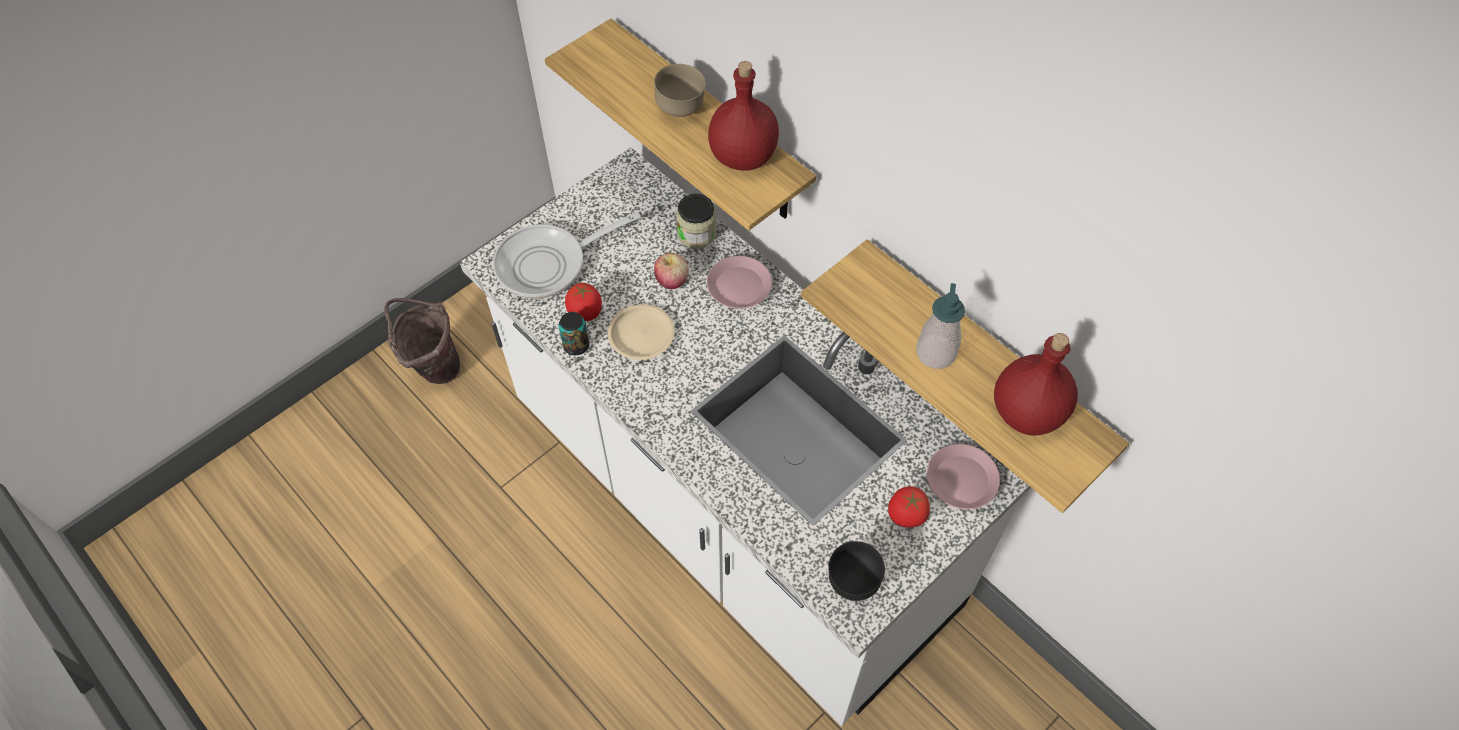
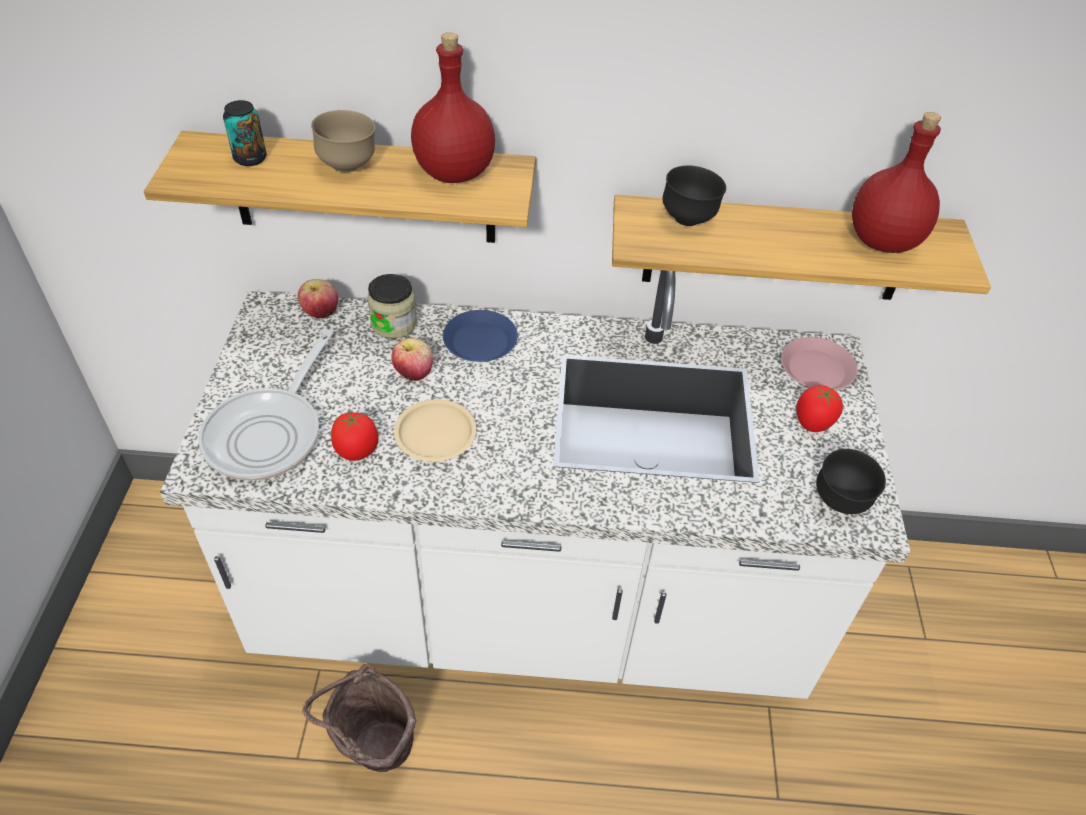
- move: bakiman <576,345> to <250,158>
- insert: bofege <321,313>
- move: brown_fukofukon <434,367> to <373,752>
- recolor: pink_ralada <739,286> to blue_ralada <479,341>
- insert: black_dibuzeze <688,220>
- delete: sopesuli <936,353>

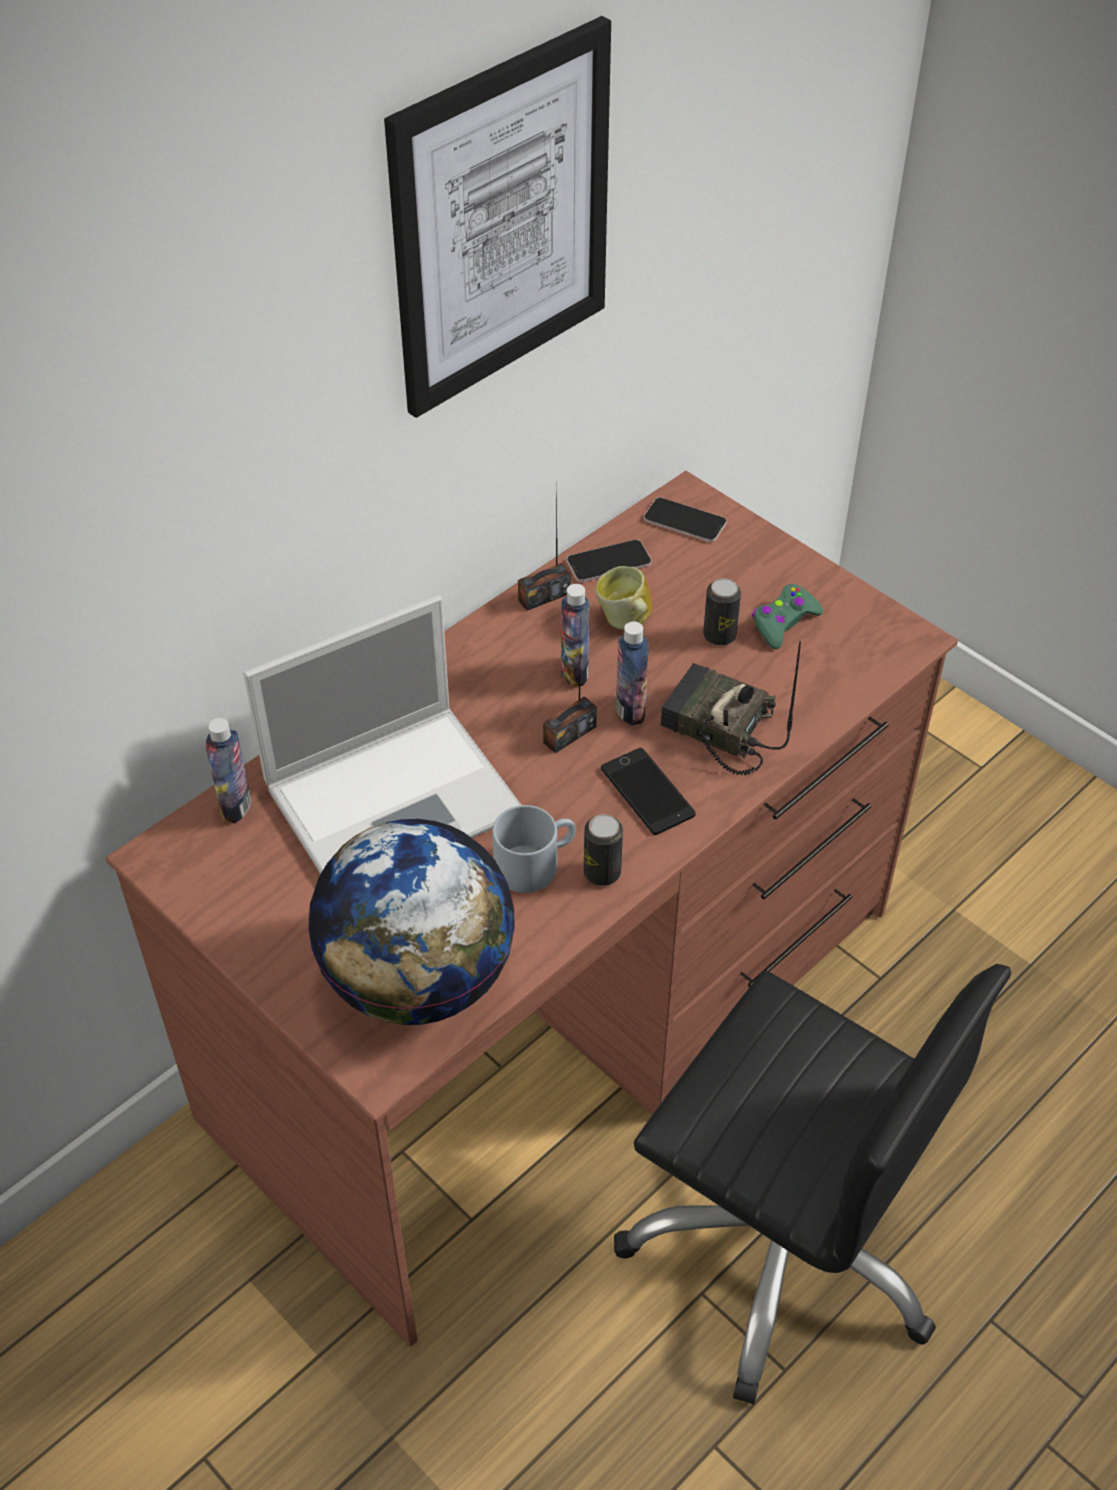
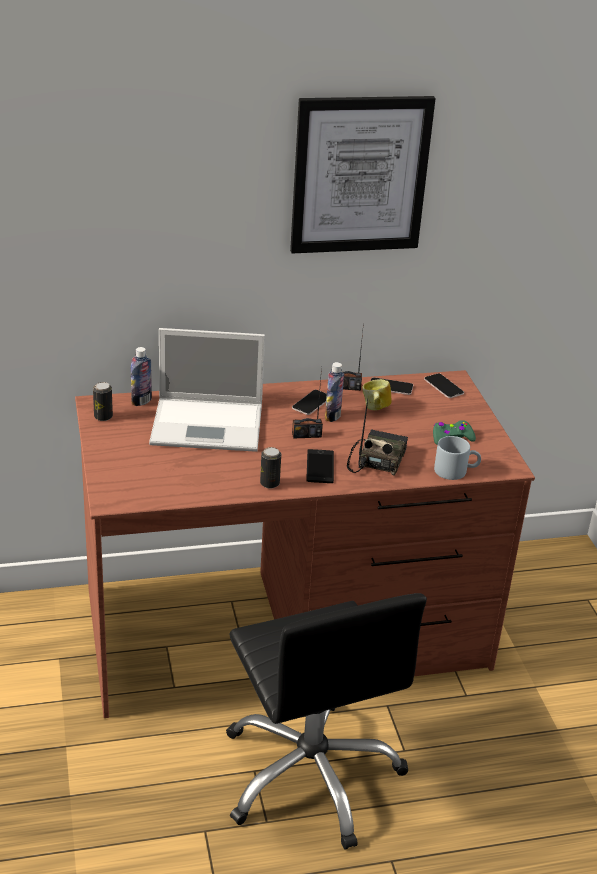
- move: bakiman <719,635> to <103,417>
- insert: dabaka <311,403>
- rotate: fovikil <717,729> = <376,460> 45 degrees clockwise
- move: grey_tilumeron <535,862> to <456,471>
- delete: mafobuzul <417,979>
- delete: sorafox <630,710>

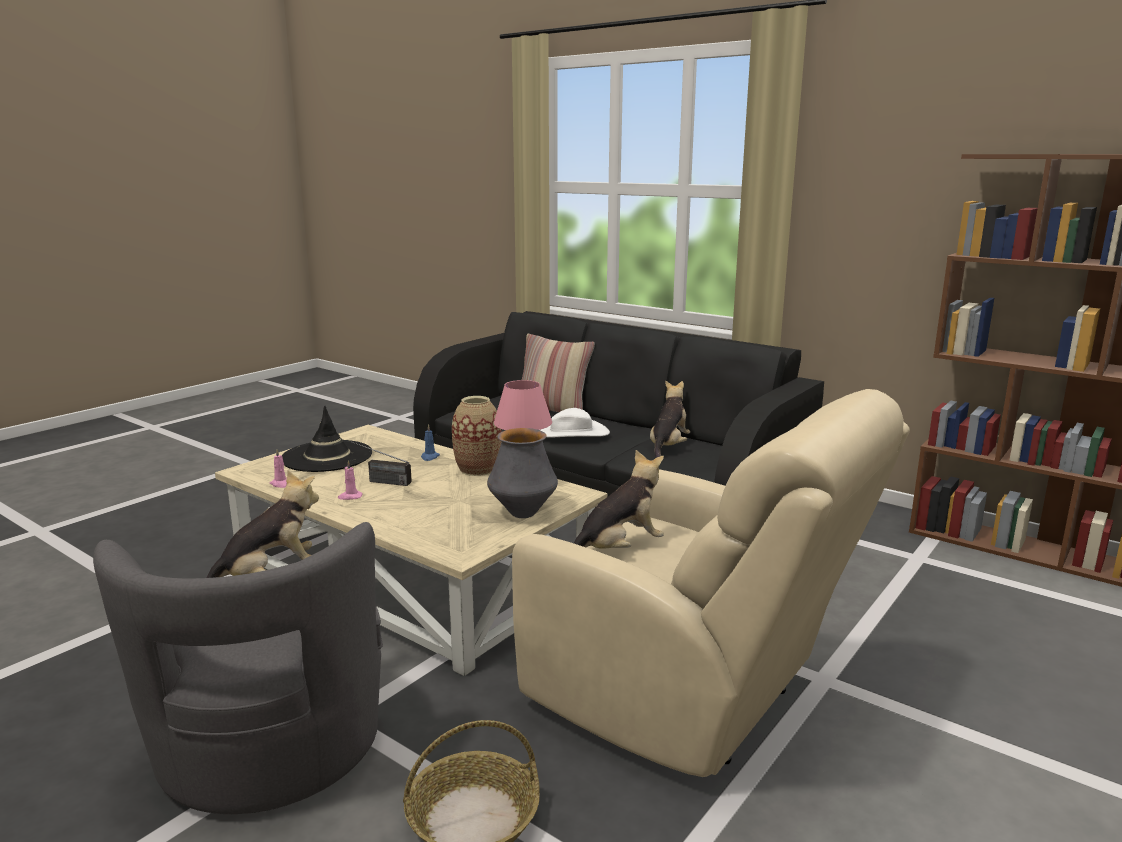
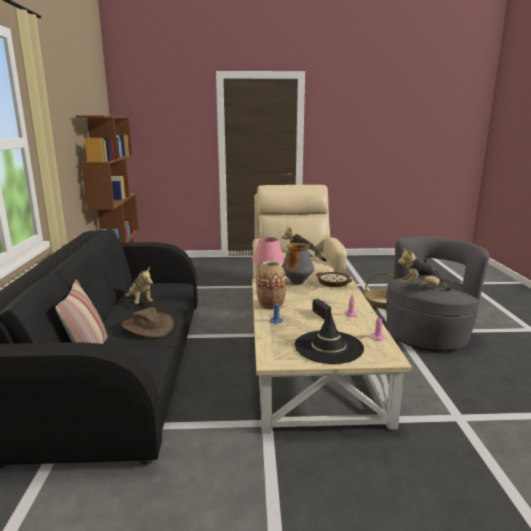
- recolor: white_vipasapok <571,433> to brown_vipasapok <147,327>
- rotate: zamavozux <668,447> = <140,302> 105 degrees counterclockwise
- insert: dibuzeze <333,282>

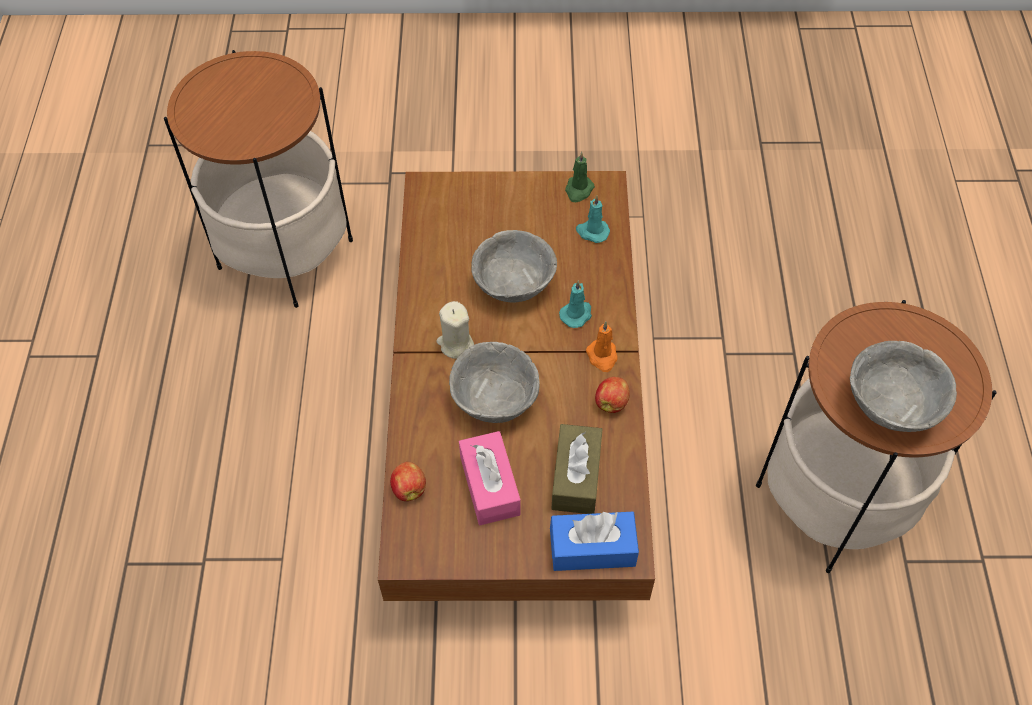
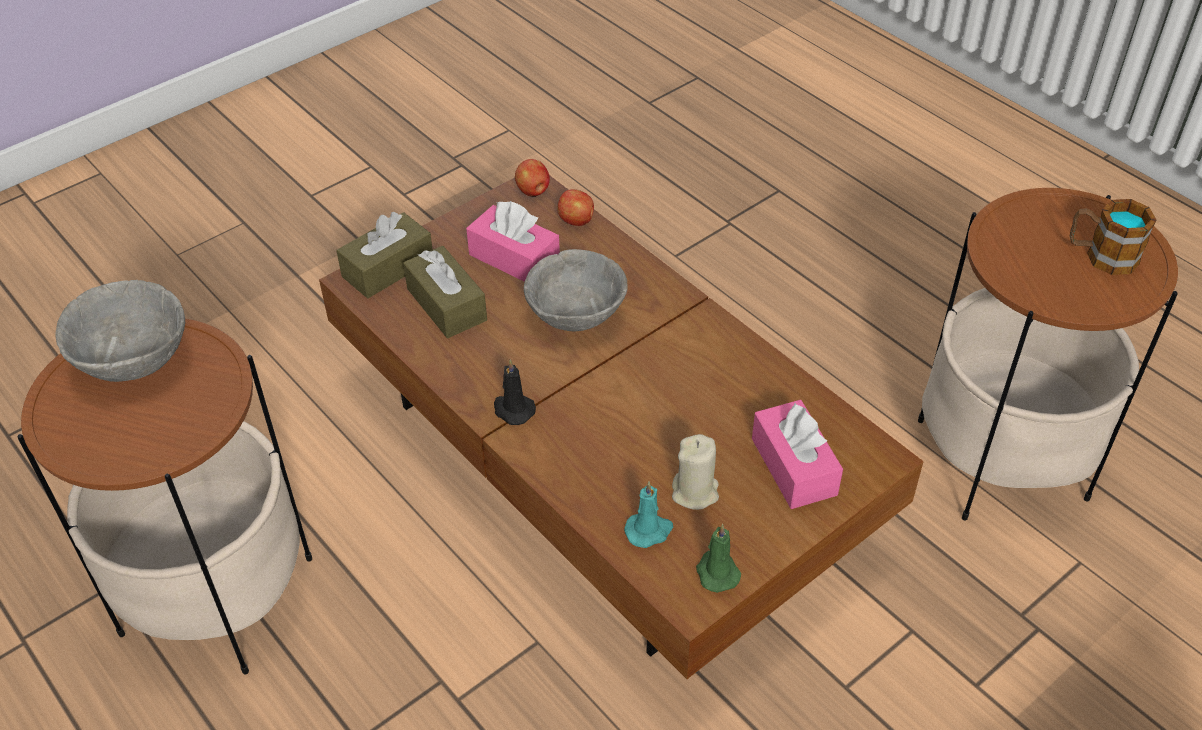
- recolor: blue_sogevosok <592,548> to brown_sogevosok <388,268>
- recolor: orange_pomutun <602,357> to black_pomutun <513,410>
- move: bofege <611,402> to <533,191>
- move: beige_pomutun <455,344> to <695,492>
- insert: pink_sogevosok <794,466>
- insert: tilumeron <1101,255>
- delete: grey_dibuzeze <515,285>
- delete: turquoise_pomutun <576,314>

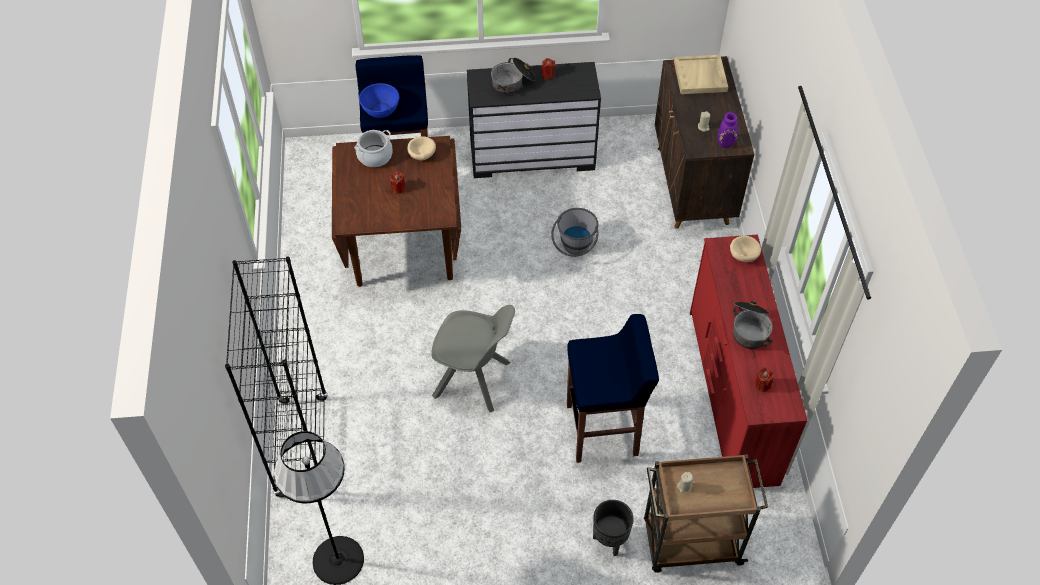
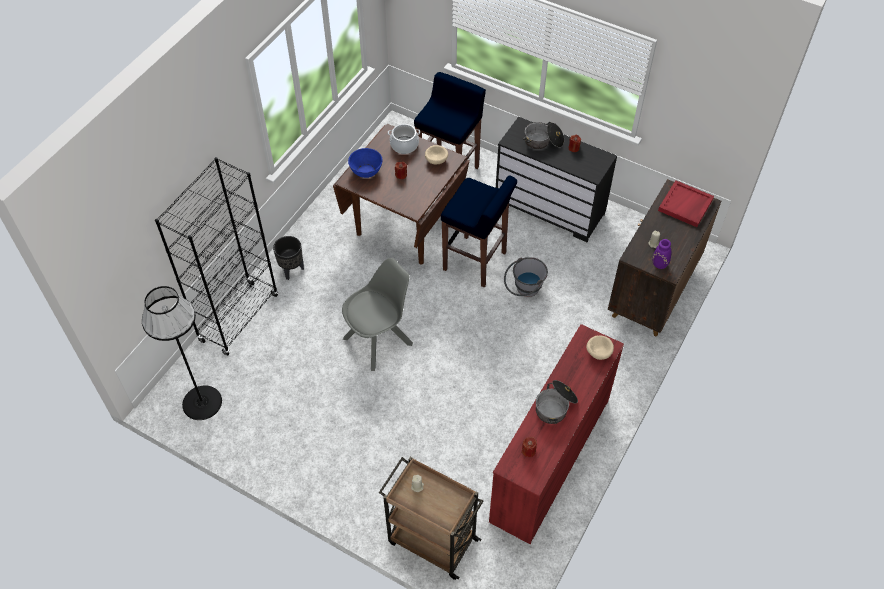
- move: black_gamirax <609,540> to <291,270>
- rotate: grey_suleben <474,380> = <379,340> 90 degrees counterclockwise
- move: blue_dibuzeze <380,110> to <366,170>
- move: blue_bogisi <603,430> to <475,262>
- recolor: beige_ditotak <700,76> to red_ditotak <685,205>

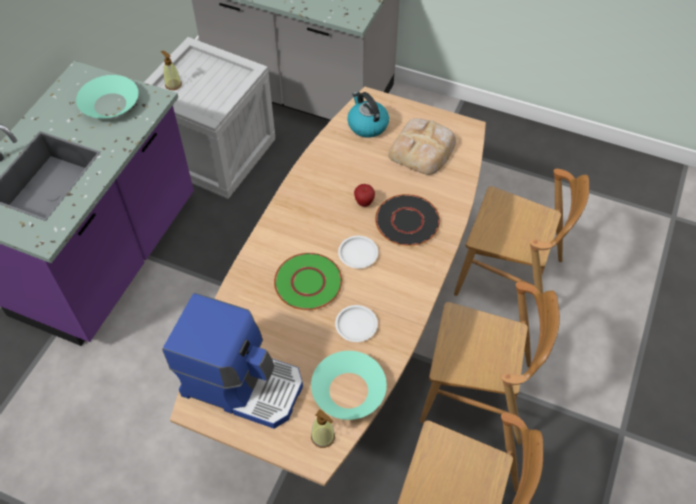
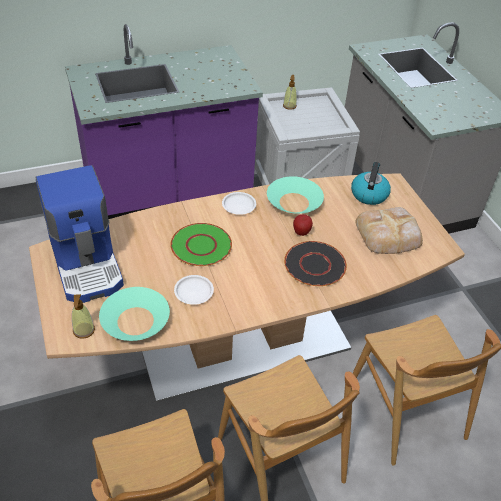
- move: white_ralada <358,254> to <239,205>
- move: turquoise_dibuzeze <110,104> to <294,202>

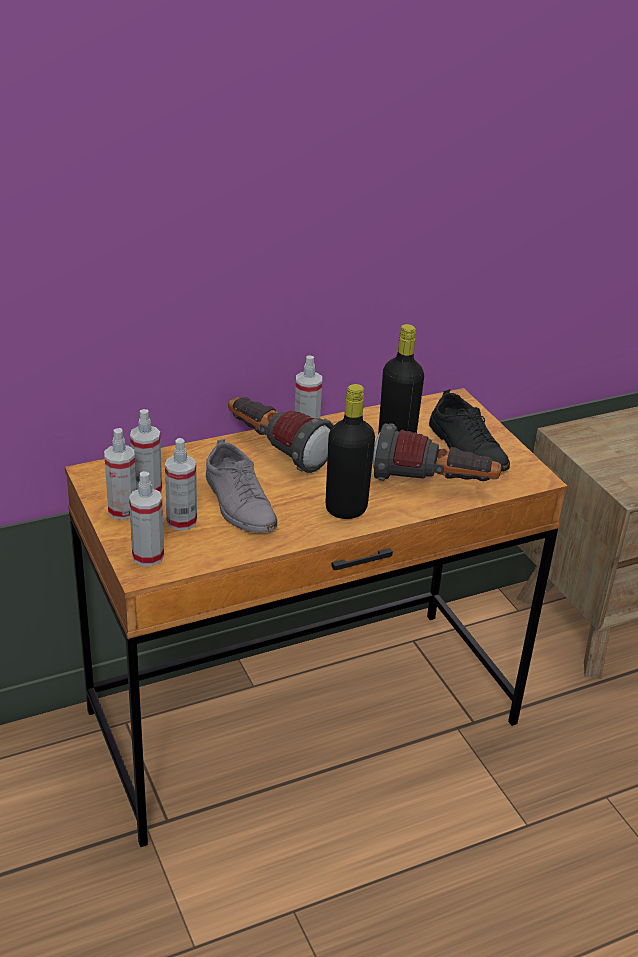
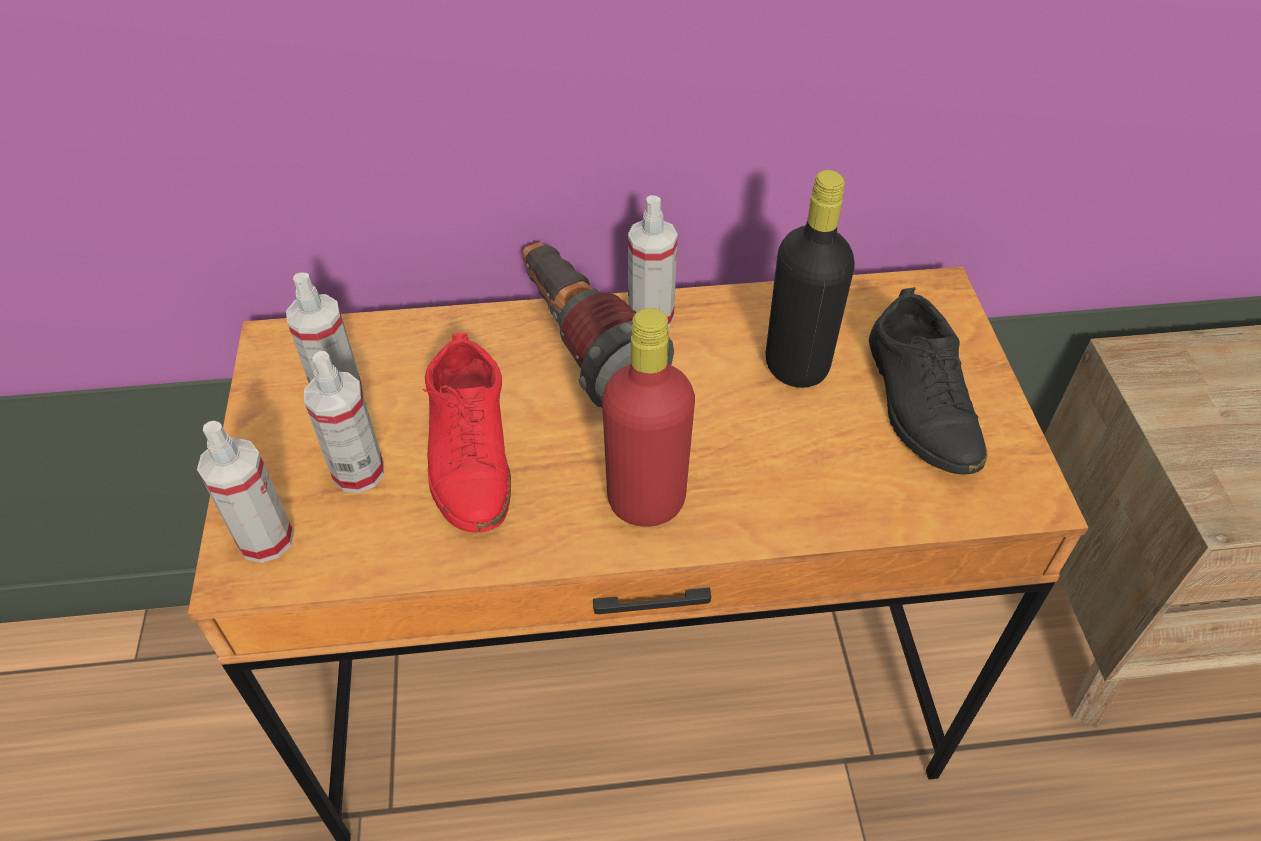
- recolor: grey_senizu <239,503> to red_senizu <470,451>
- recolor: black_sorafox <346,509> to red_sorafox <646,501>
- delete: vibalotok <122,511>
- delete: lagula <433,484>

